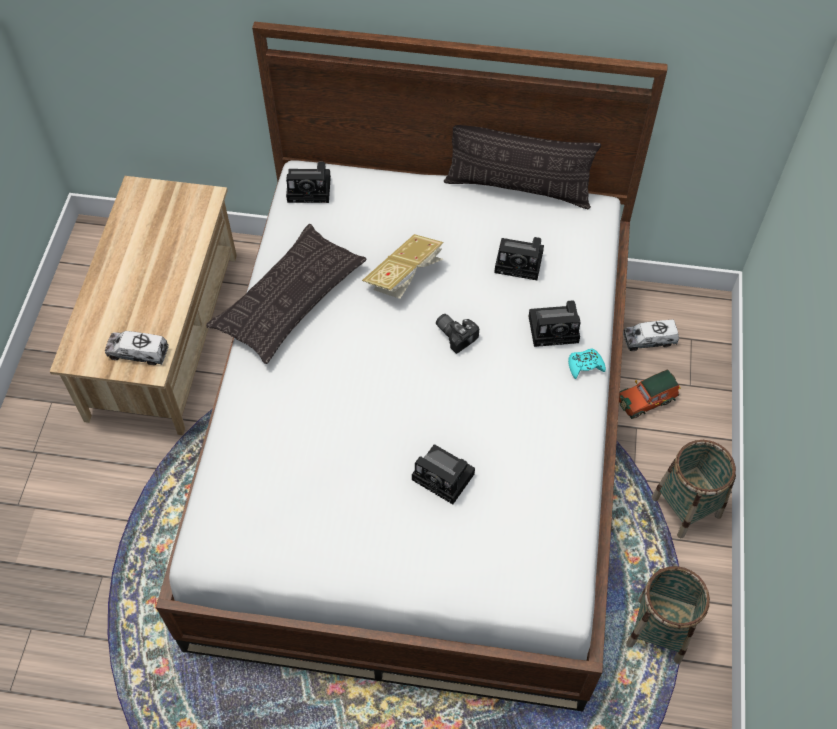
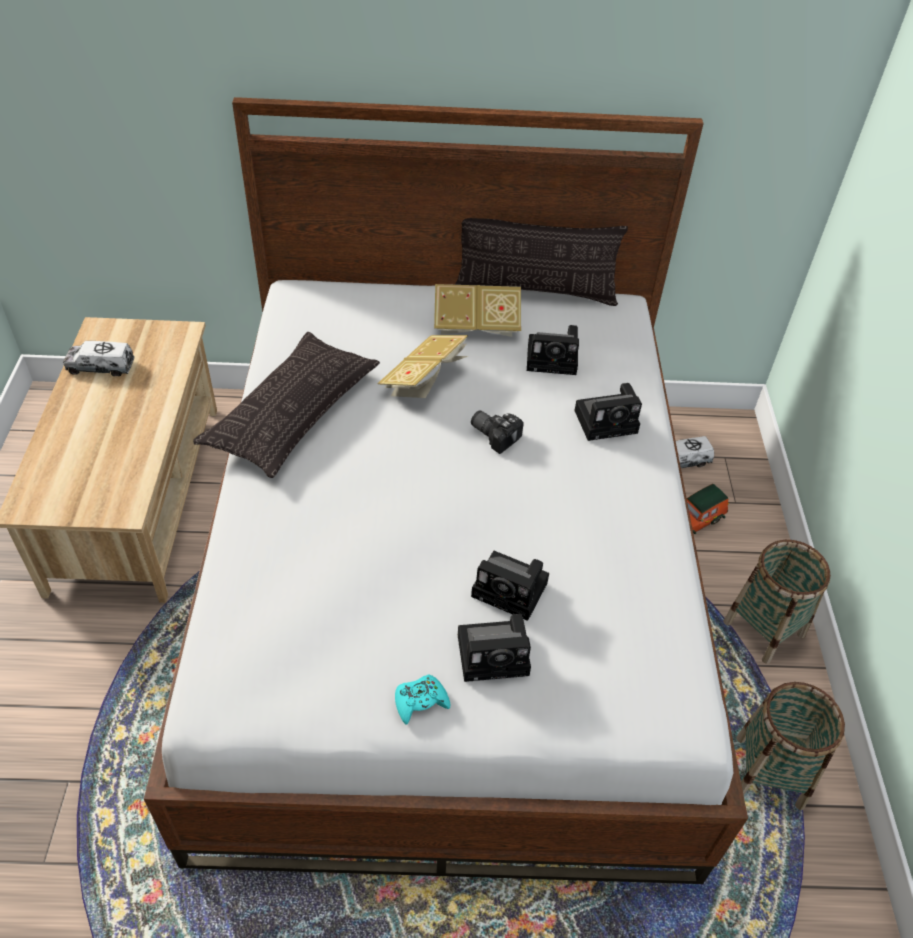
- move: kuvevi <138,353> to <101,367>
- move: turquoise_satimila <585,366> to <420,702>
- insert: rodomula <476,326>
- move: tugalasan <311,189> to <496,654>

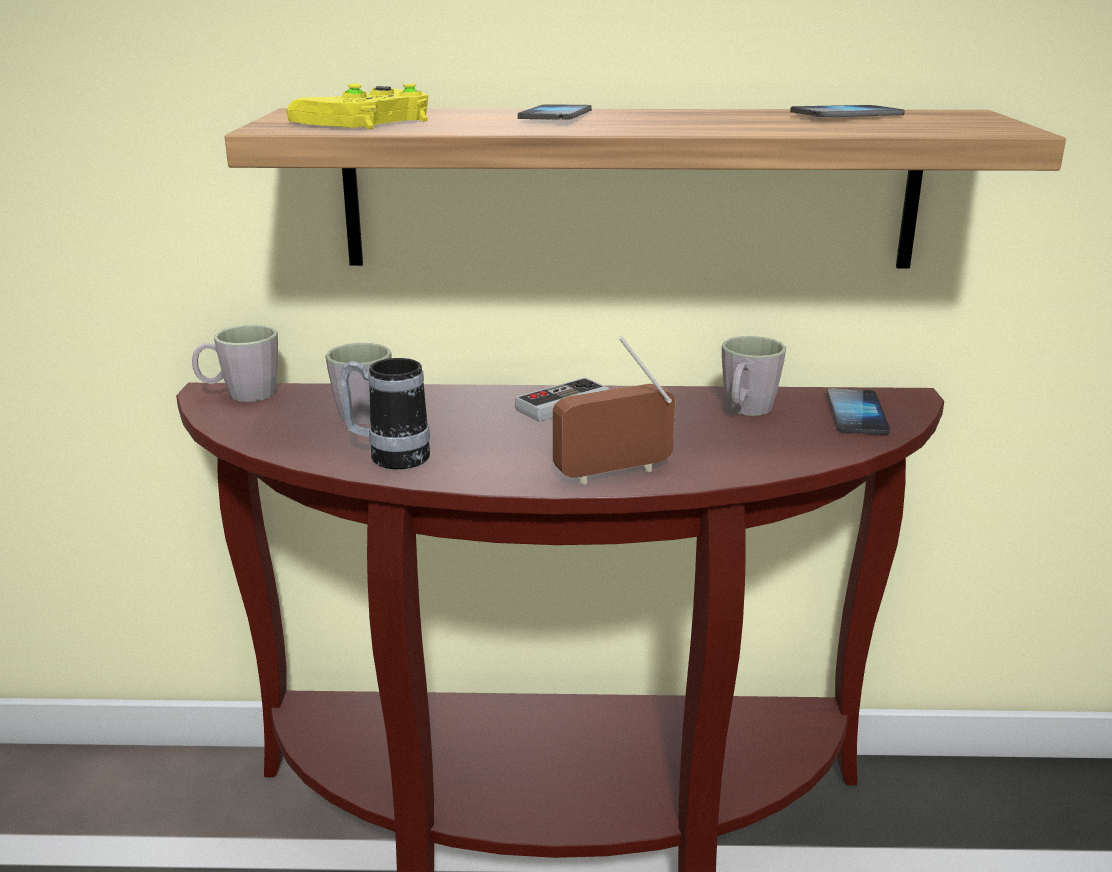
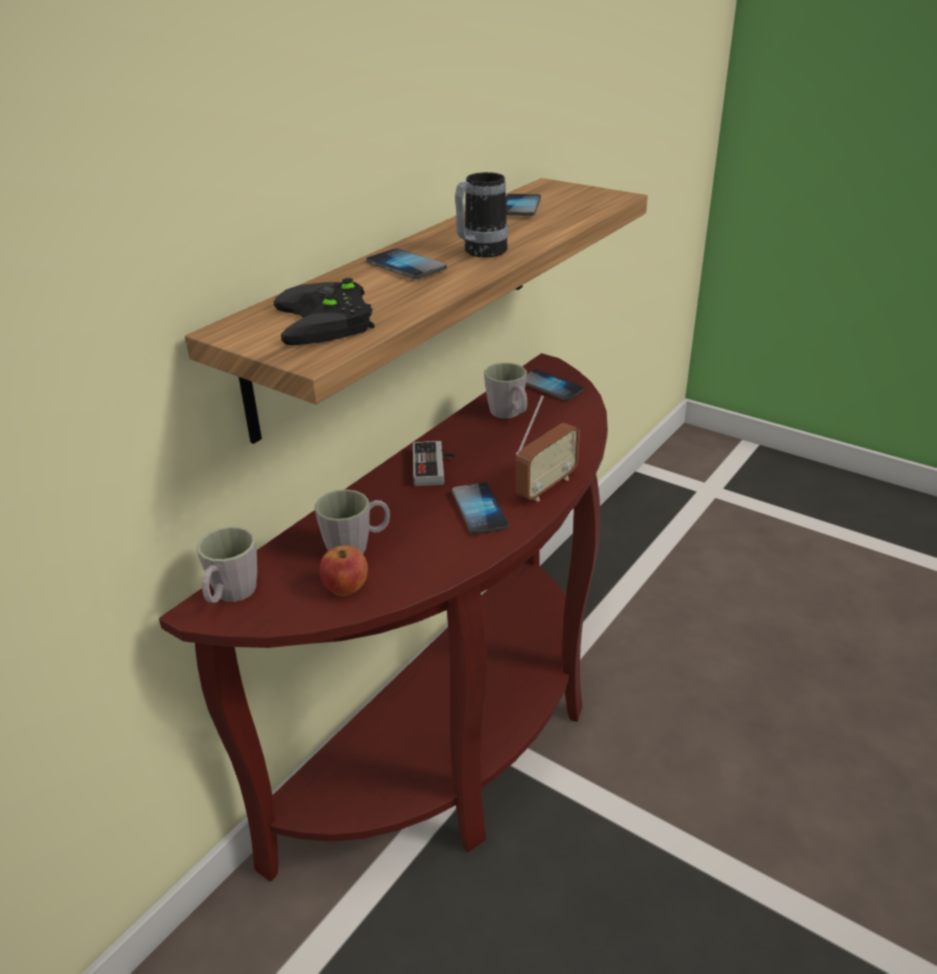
- recolor: yellow_satimila <364,121> to black_satimila <329,322>
- insert: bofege <346,589>
- insert: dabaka <479,510>
- move: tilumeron <388,457> to <479,253>
- rotate: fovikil <613,473> = <546,487> 150 degrees counterclockwise

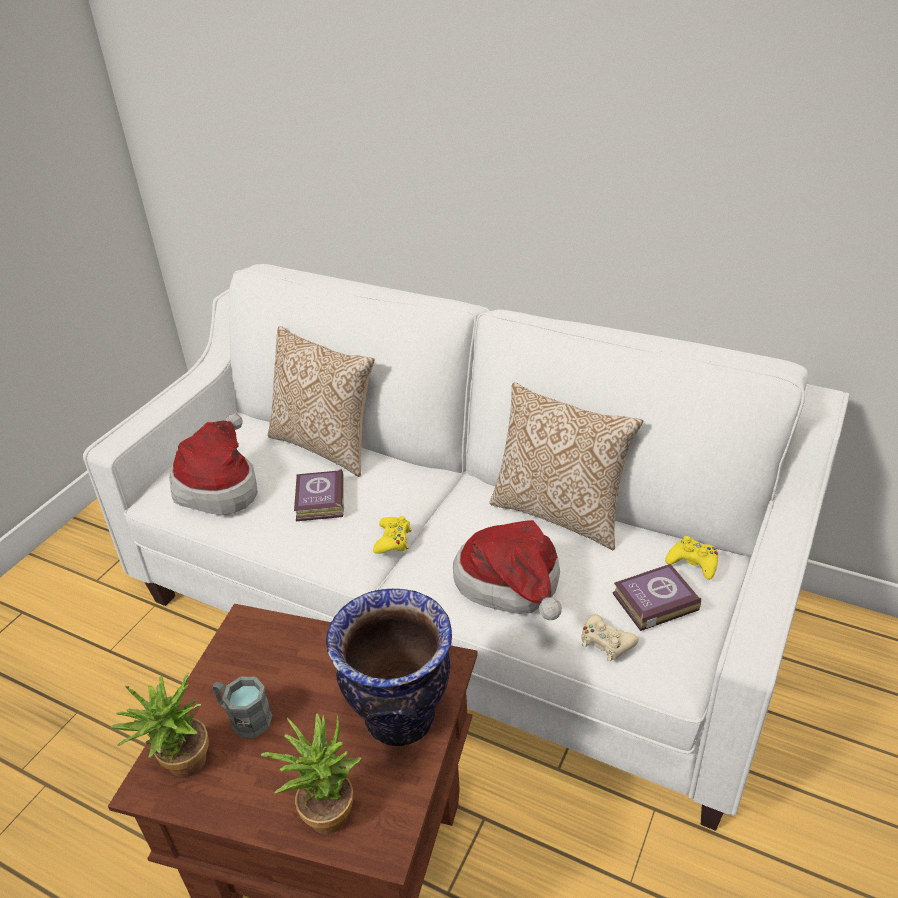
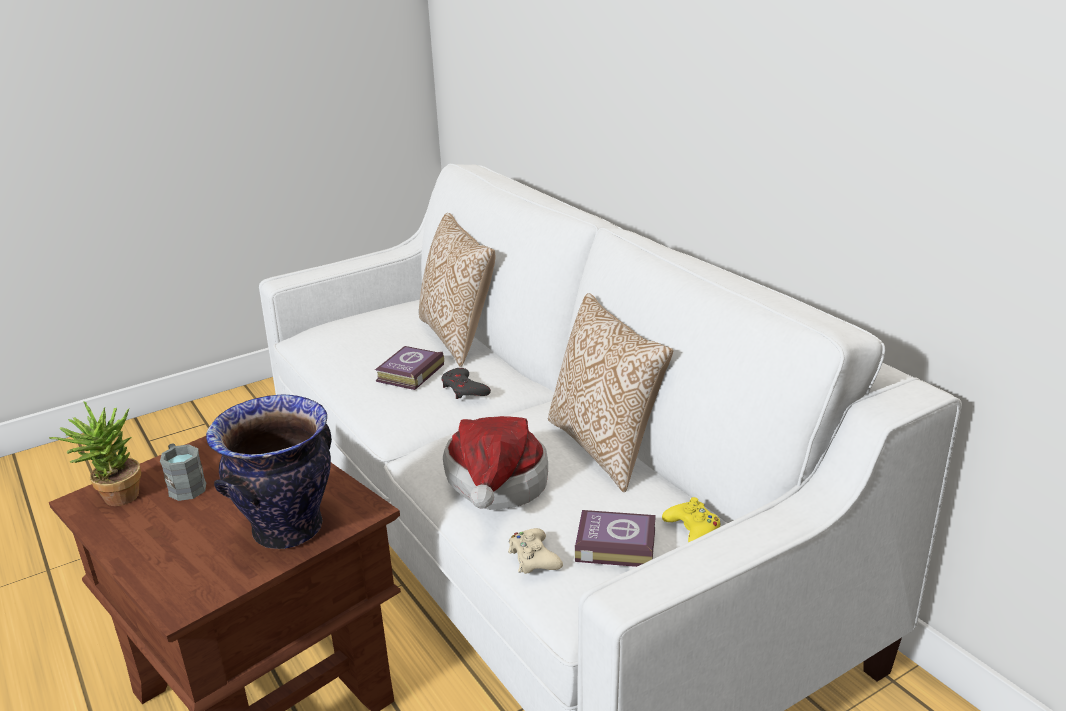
- insert: grey_satimila <464,389>
- delete: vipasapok <220,485>
- delete: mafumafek <324,808>
- delete: yellow_satimila <393,540>

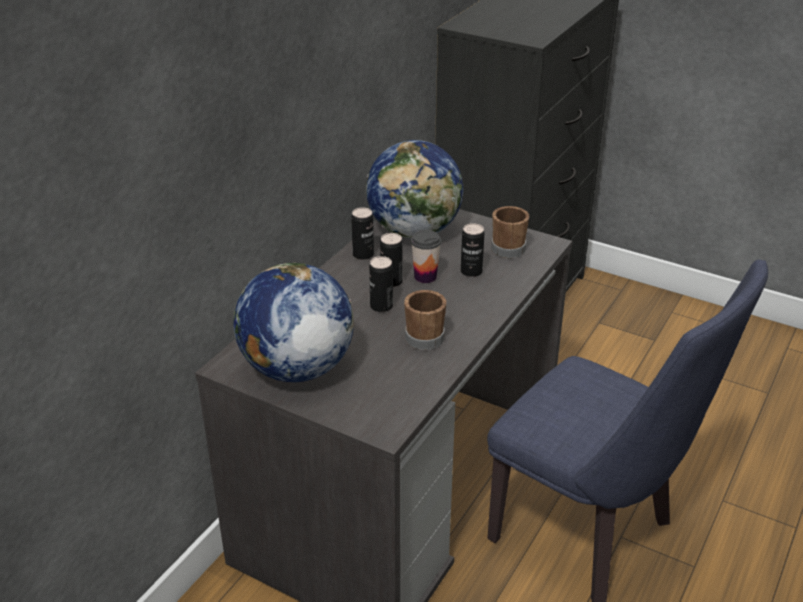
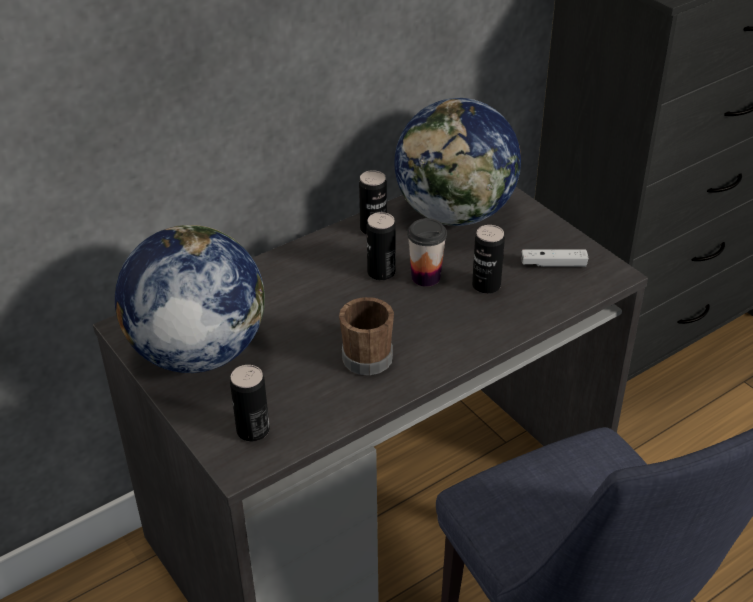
- move: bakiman <381,306> to <253,430>
- replace: brown_tilumeron <506,247> to white_satimila <553,264>

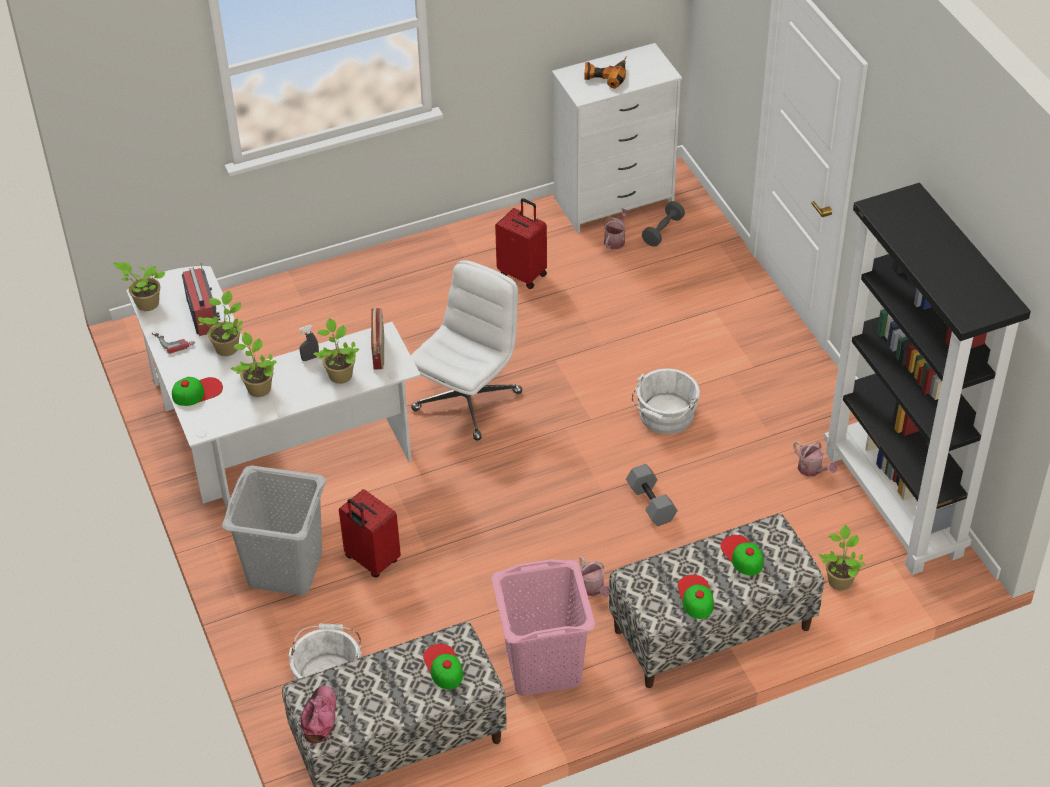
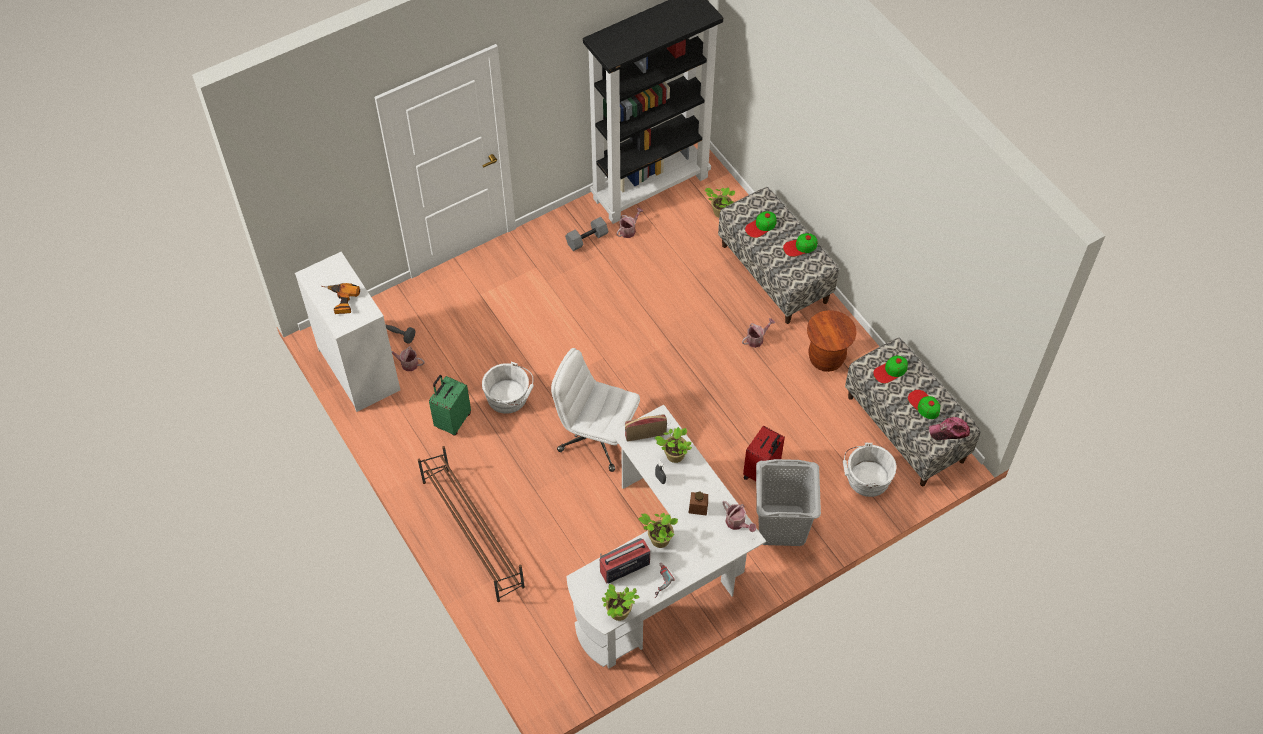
- insert: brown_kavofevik <472,533>
- recolor: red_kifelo <523,273> to green_kifelo <452,420>
- move: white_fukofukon <665,416> to <509,397>
- move: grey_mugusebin <652,503> to <587,238>
- replace: mafumafek <258,387> to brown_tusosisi <698,508>
- insert: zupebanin <737,523>
- replace: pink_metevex <543,666> to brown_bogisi <826,358>
- move: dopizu <197,391> to <924,404>

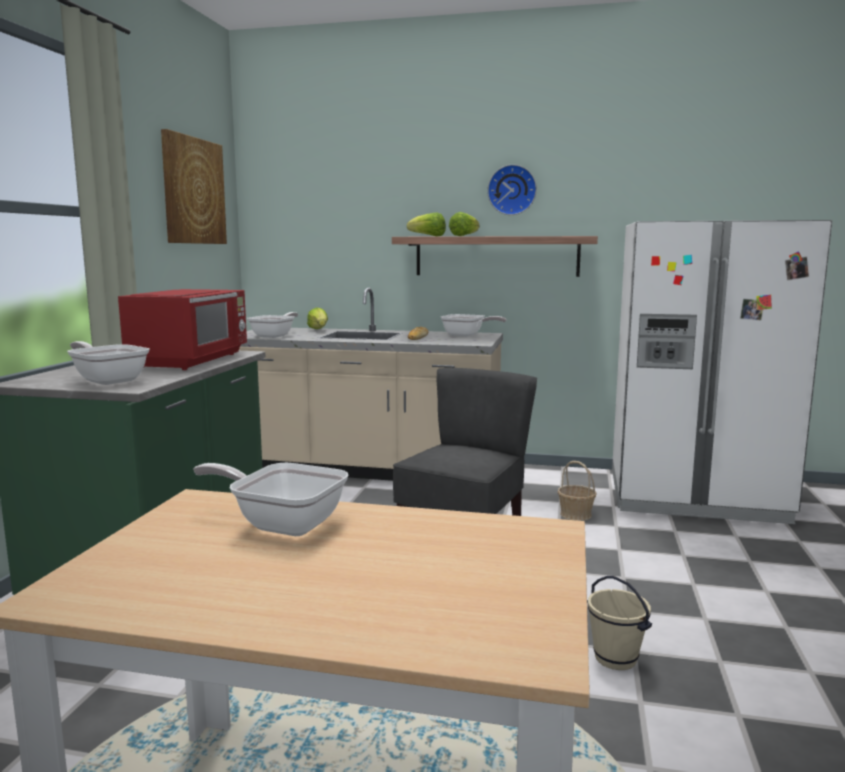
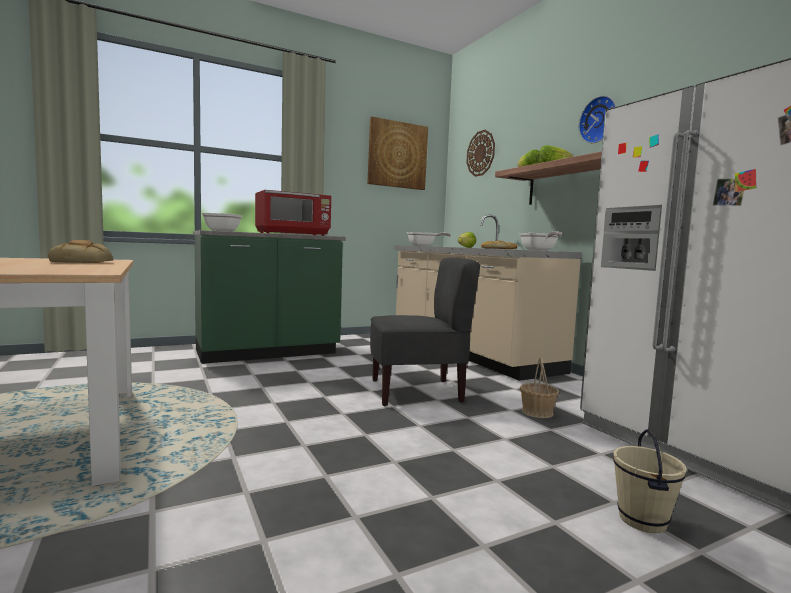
- replace: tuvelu <281,523> to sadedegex <83,262>
- insert: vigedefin <480,153>
- move: beige_fukofukon <616,658> to <643,520>

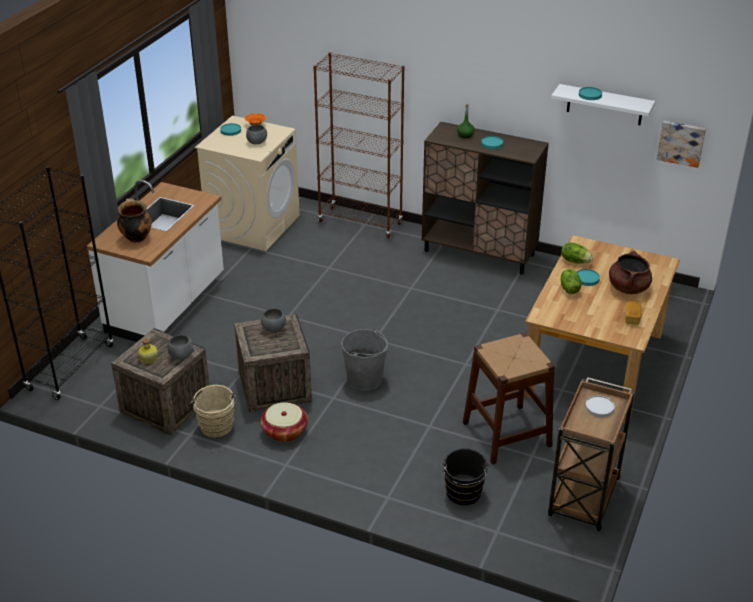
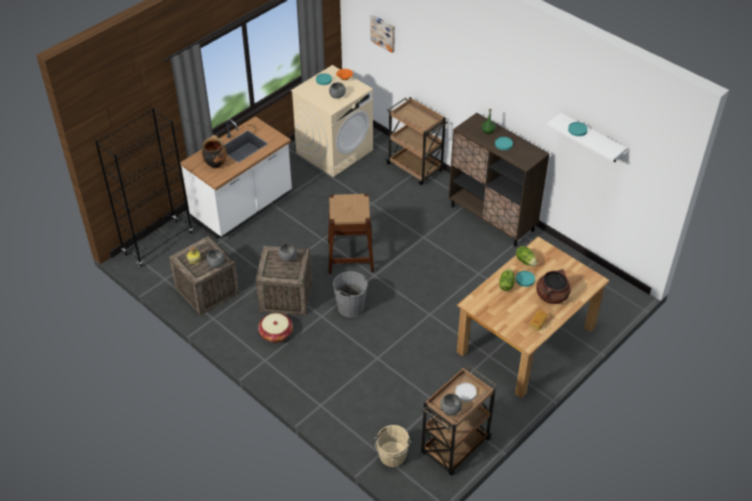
- move: brown_bogisi <506,434> to <350,256>
- move: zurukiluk <681,143> to <383,33>
- move: beige_fukofukon <216,428> to <392,458>
- replace: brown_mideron <360,223> to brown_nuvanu <415,168>
- insert: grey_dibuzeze <450,410>
- delete: black_fukofukon <463,495>

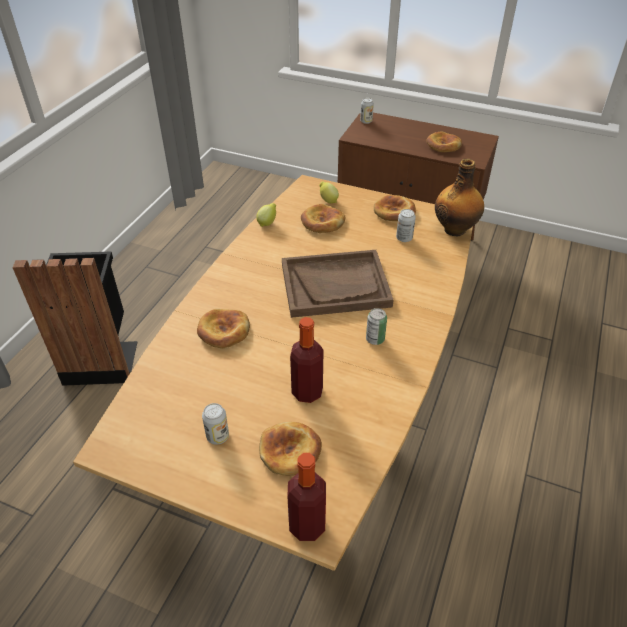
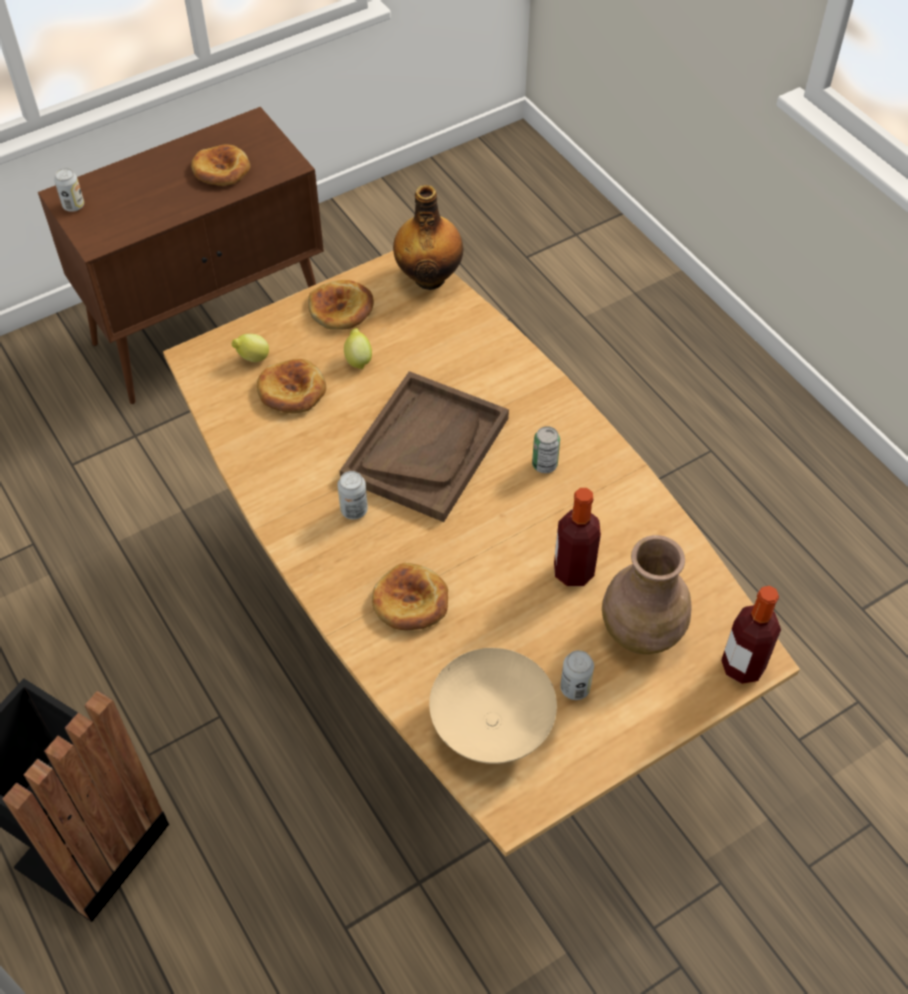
- move: bakiman <404,238> to <354,510>
- move: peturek <267,223> to <358,359>
- insert: beige_dibuzeze <491,723>
- replace: sadedegex <289,451> to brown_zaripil <642,631>

